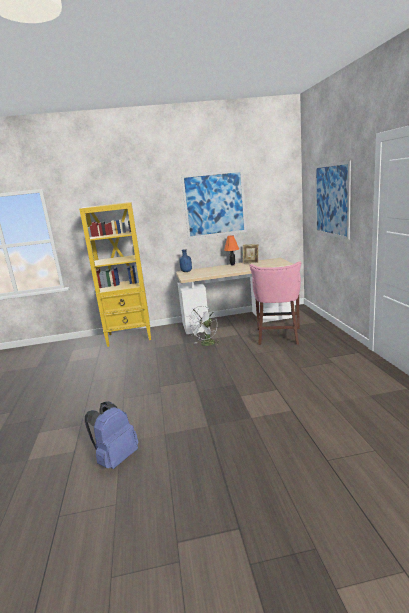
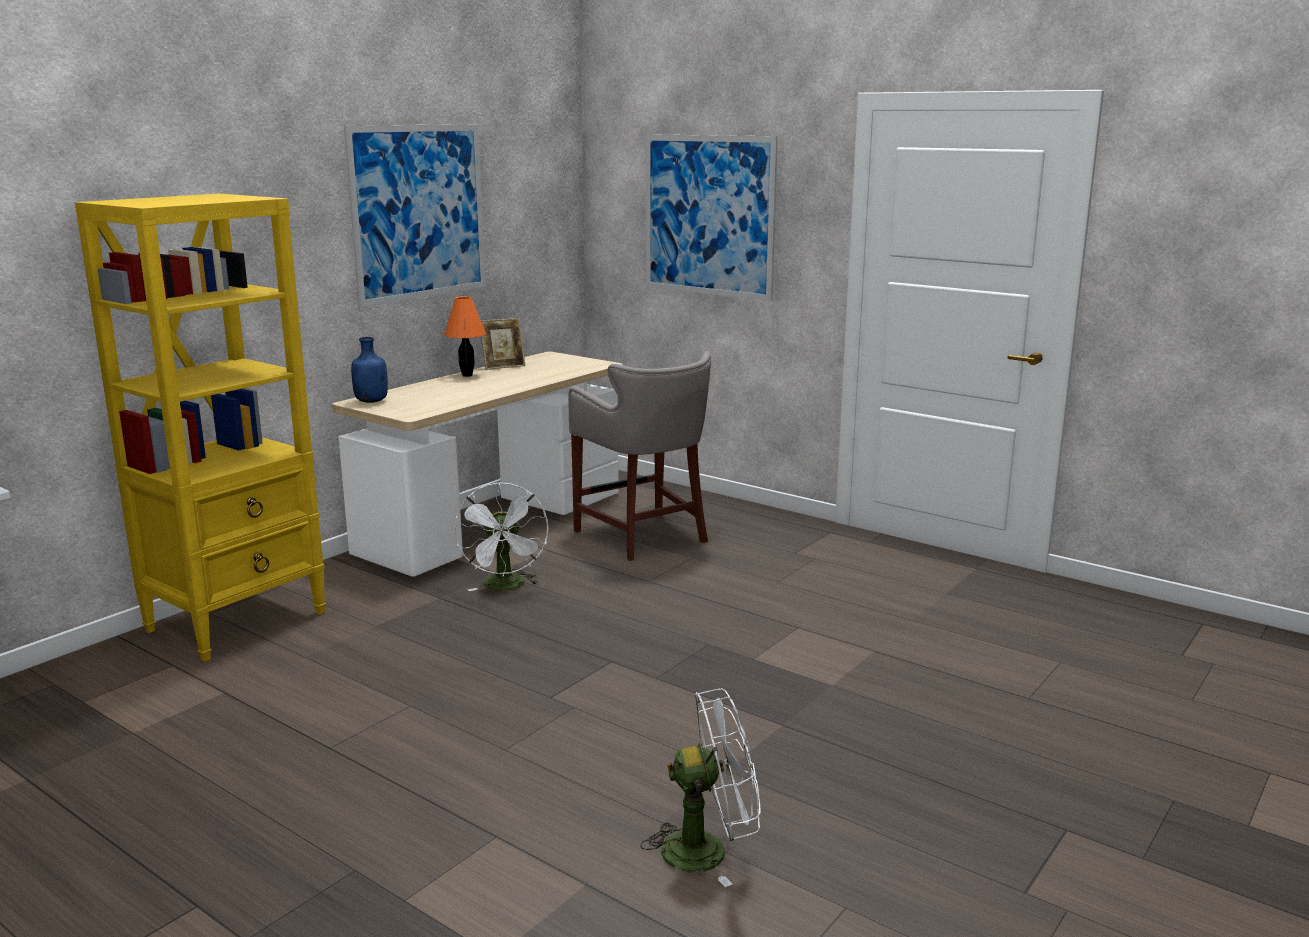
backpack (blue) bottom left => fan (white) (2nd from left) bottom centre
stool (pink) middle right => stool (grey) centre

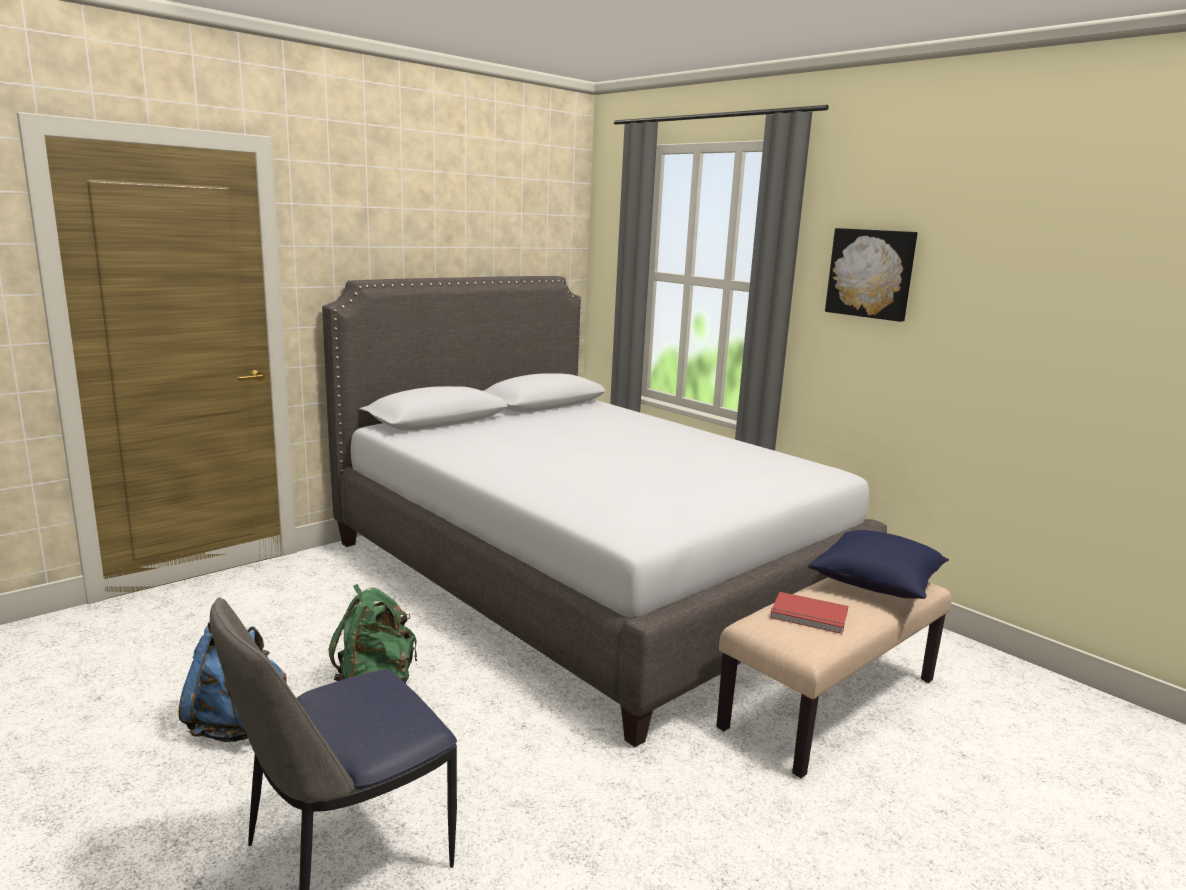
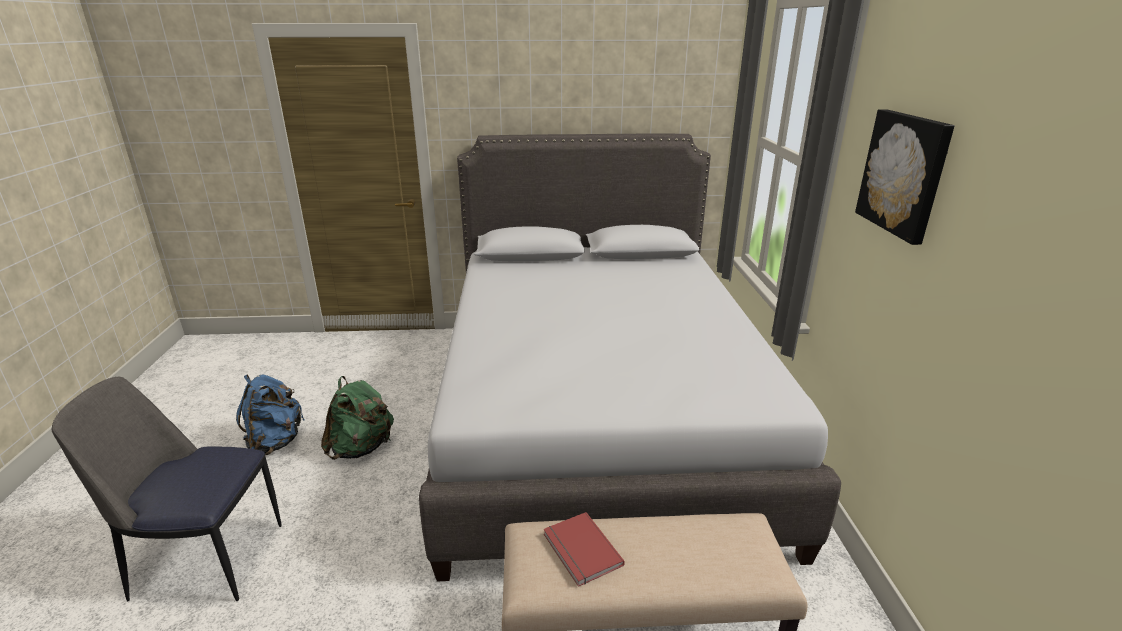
pillow (blue) middle right => nothing

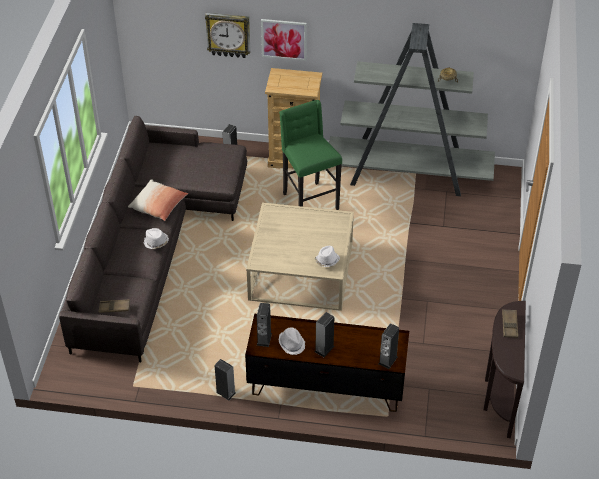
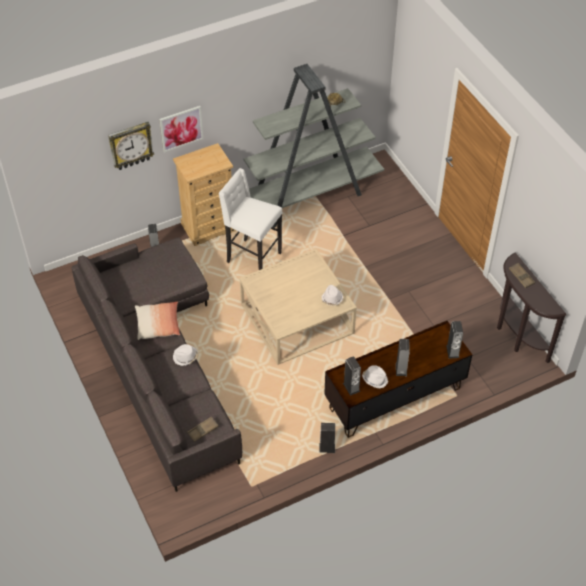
stool (green) top centre => stool (white) centre

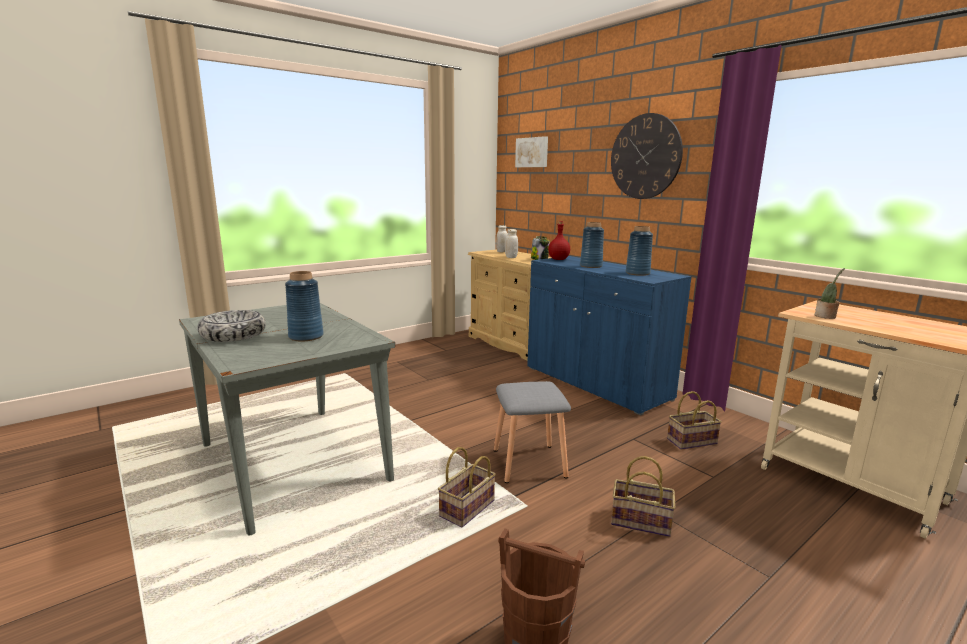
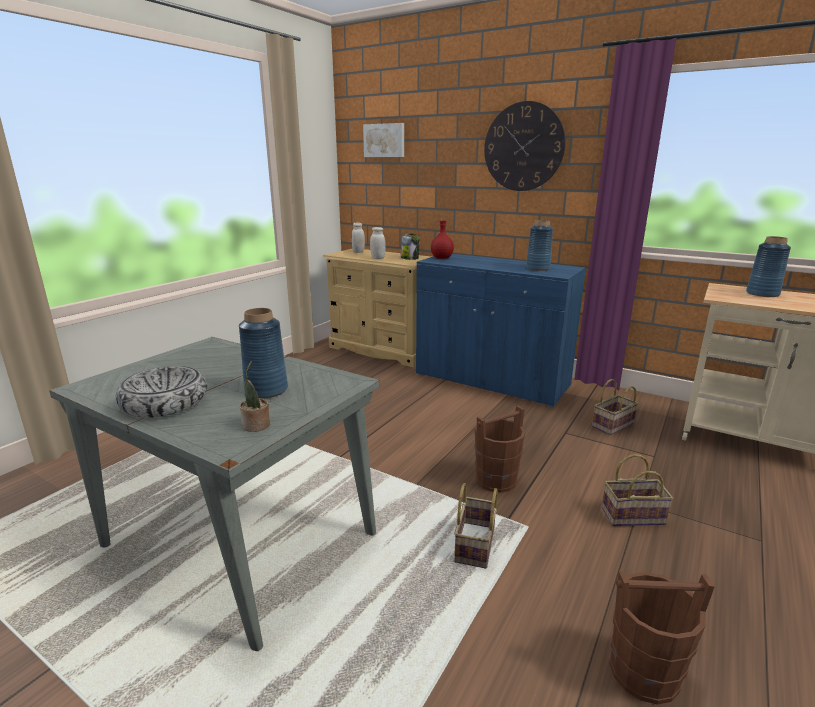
vase (blue) (2nd from left in the first image) centre => vase (blue) (3rd from left) middle right, move
potted plant middle right => potted plant middle left, move
stool (grey) bottom centre => bucket (brown) (1st from left) centre

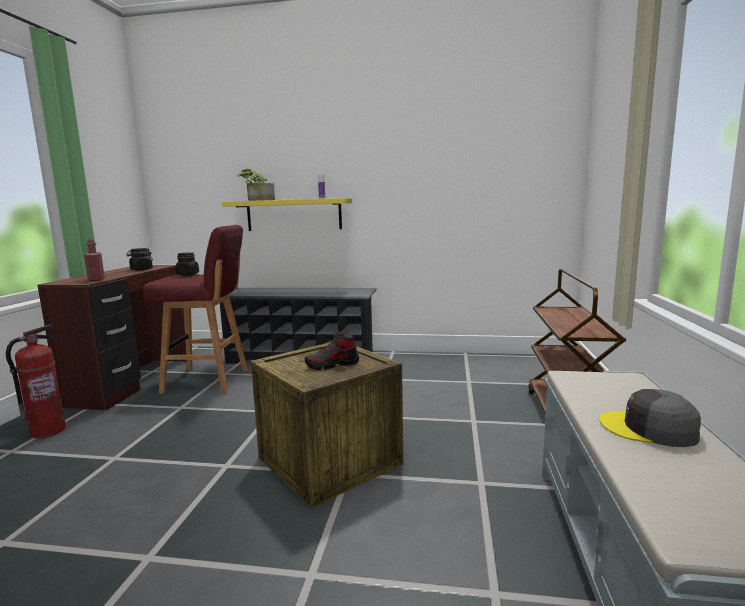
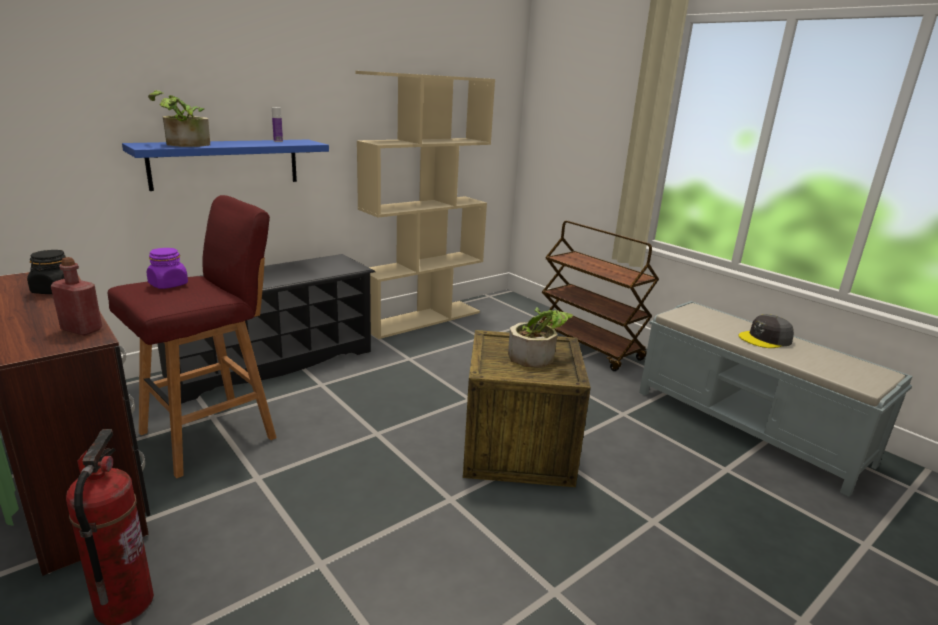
nothing => bookcase (beige) top centre
shoe centre => potted plant (2nd from left) centre
jar (black) (2nd from left) middle left => jar (purple) middle left
shelf (yellow) centre => shelf (blue) top left

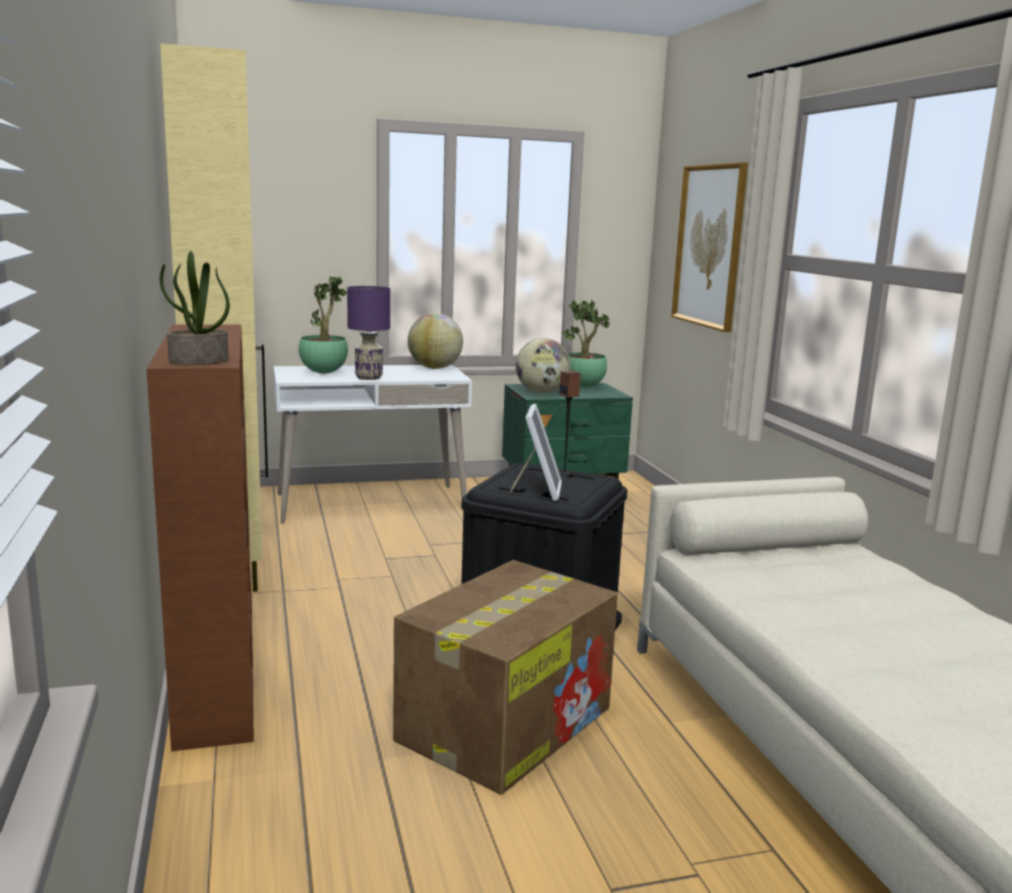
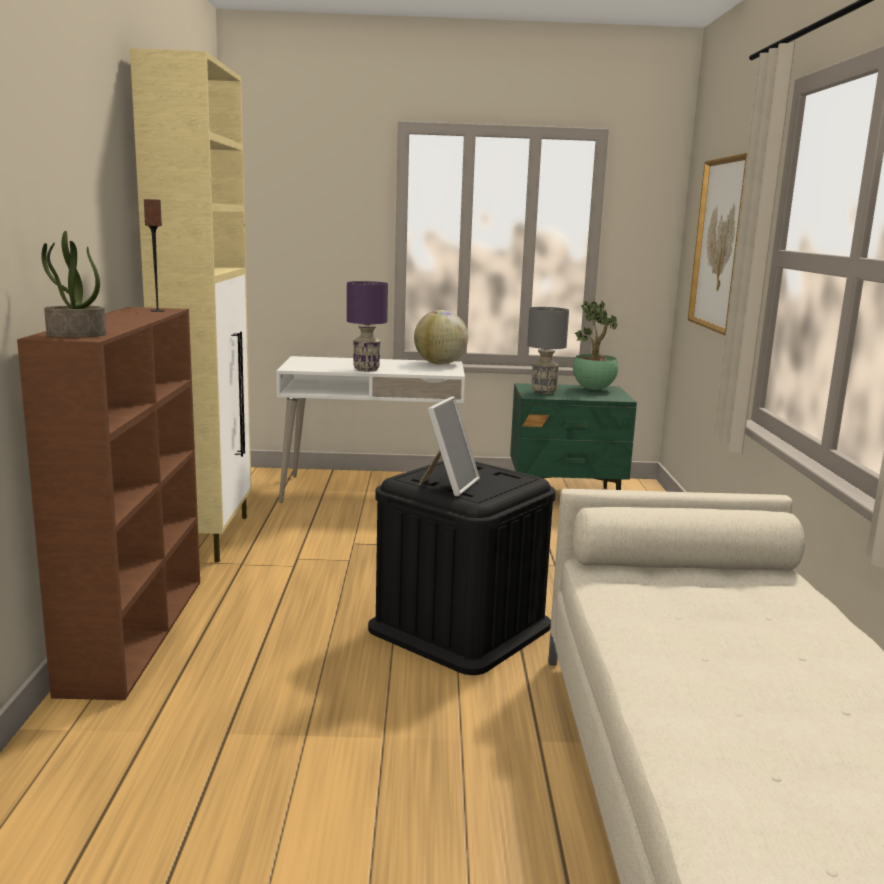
potted plant (2nd from left) middle left => nothing
cardboard box bottom centre => nothing
speaker centre => speaker top left, move
globe (2nd from left) centre => table lamp (grey) centre

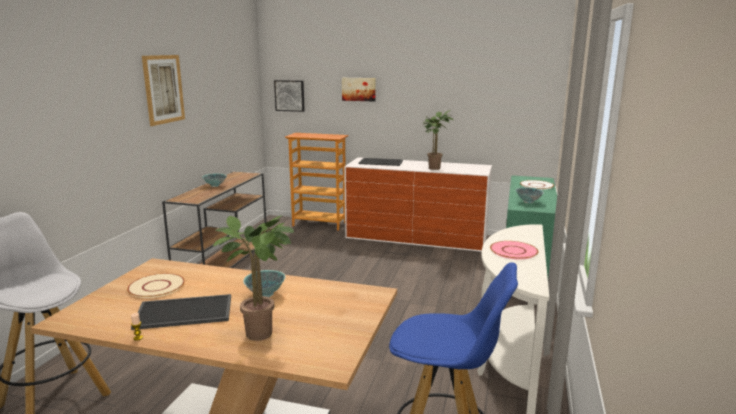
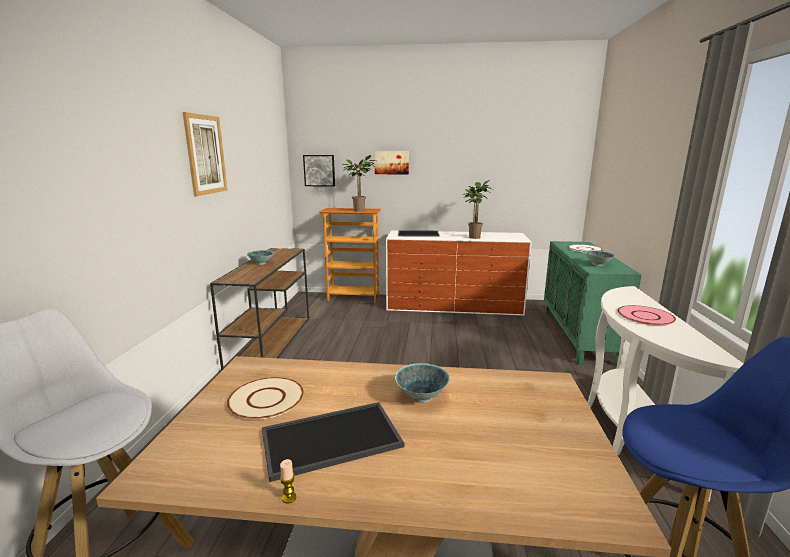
potted plant (1st from left) bottom centre => potted plant (1st from left) top centre, move

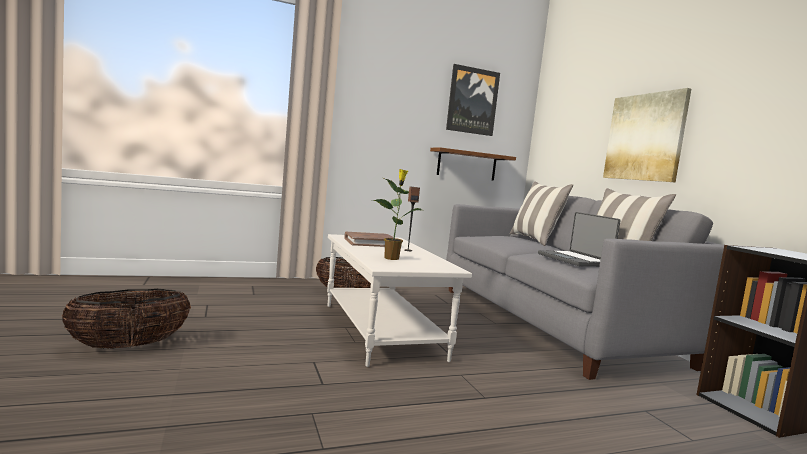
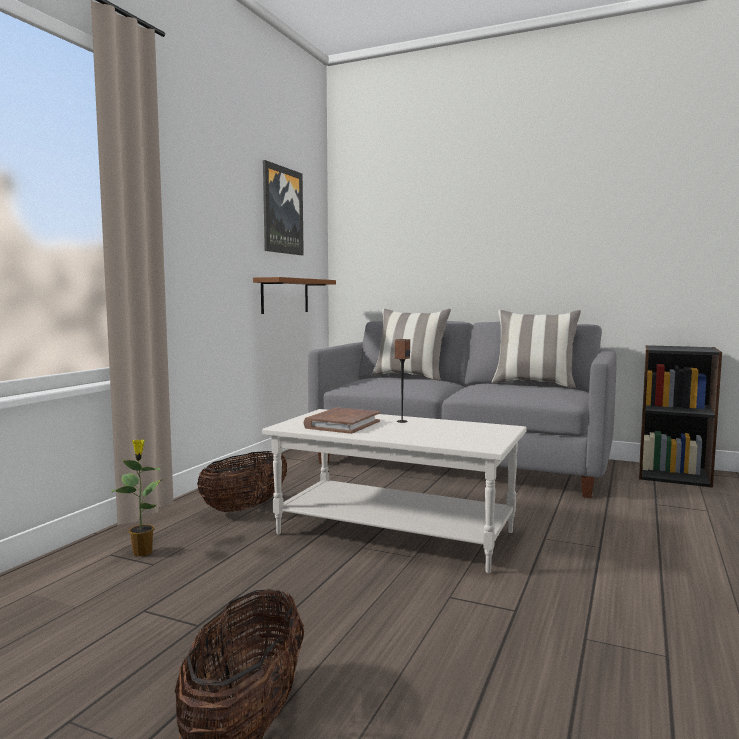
laptop middle right => nothing
picture (2nd from left) top right => nothing
potted plant centre => potted plant bottom left, move

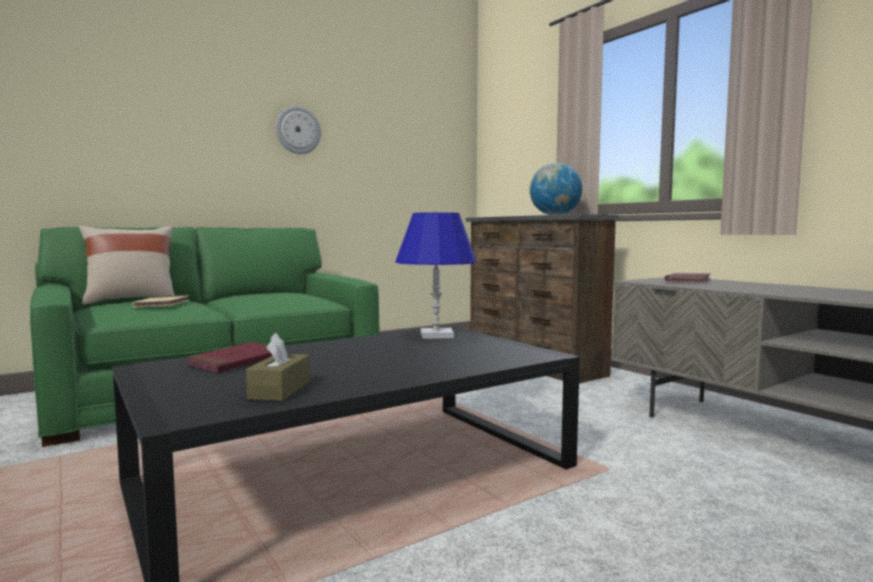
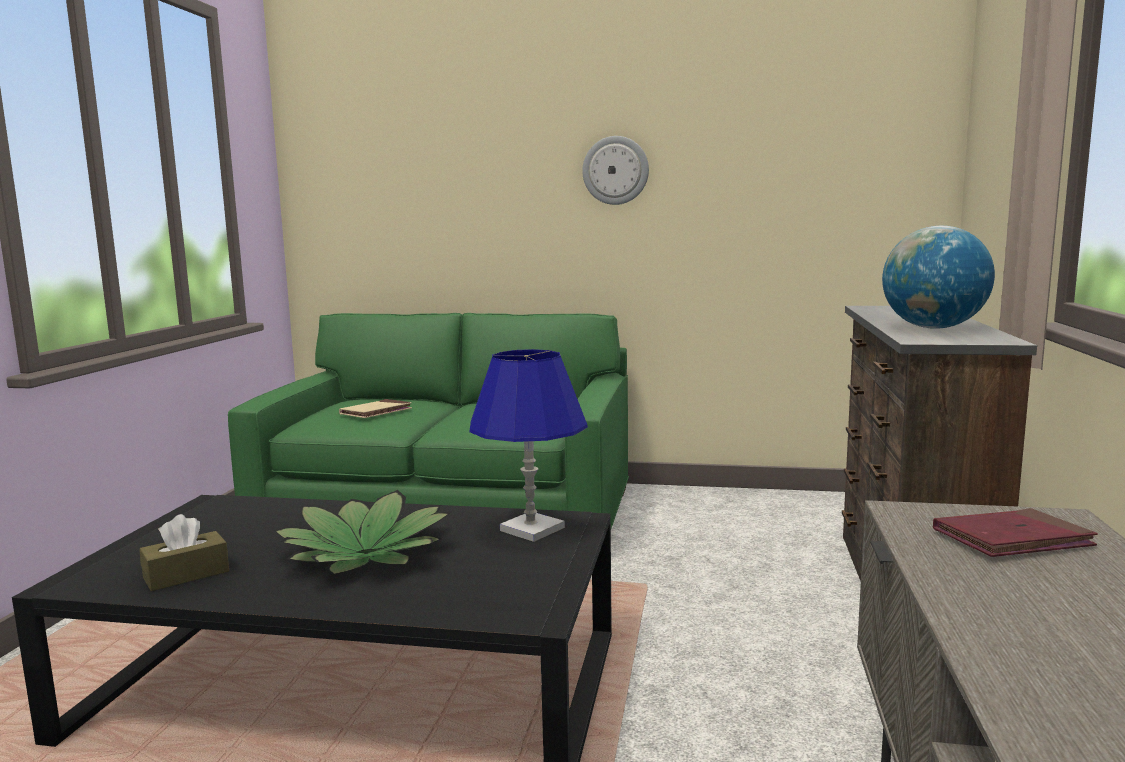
pillow (beige) middle left => nothing
book (red) (1st from left) middle left => nothing
nothing => potted plant bottom left

